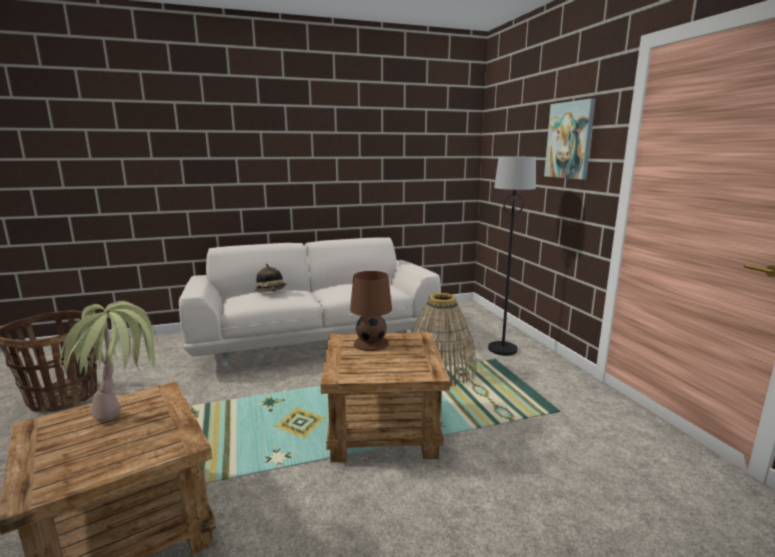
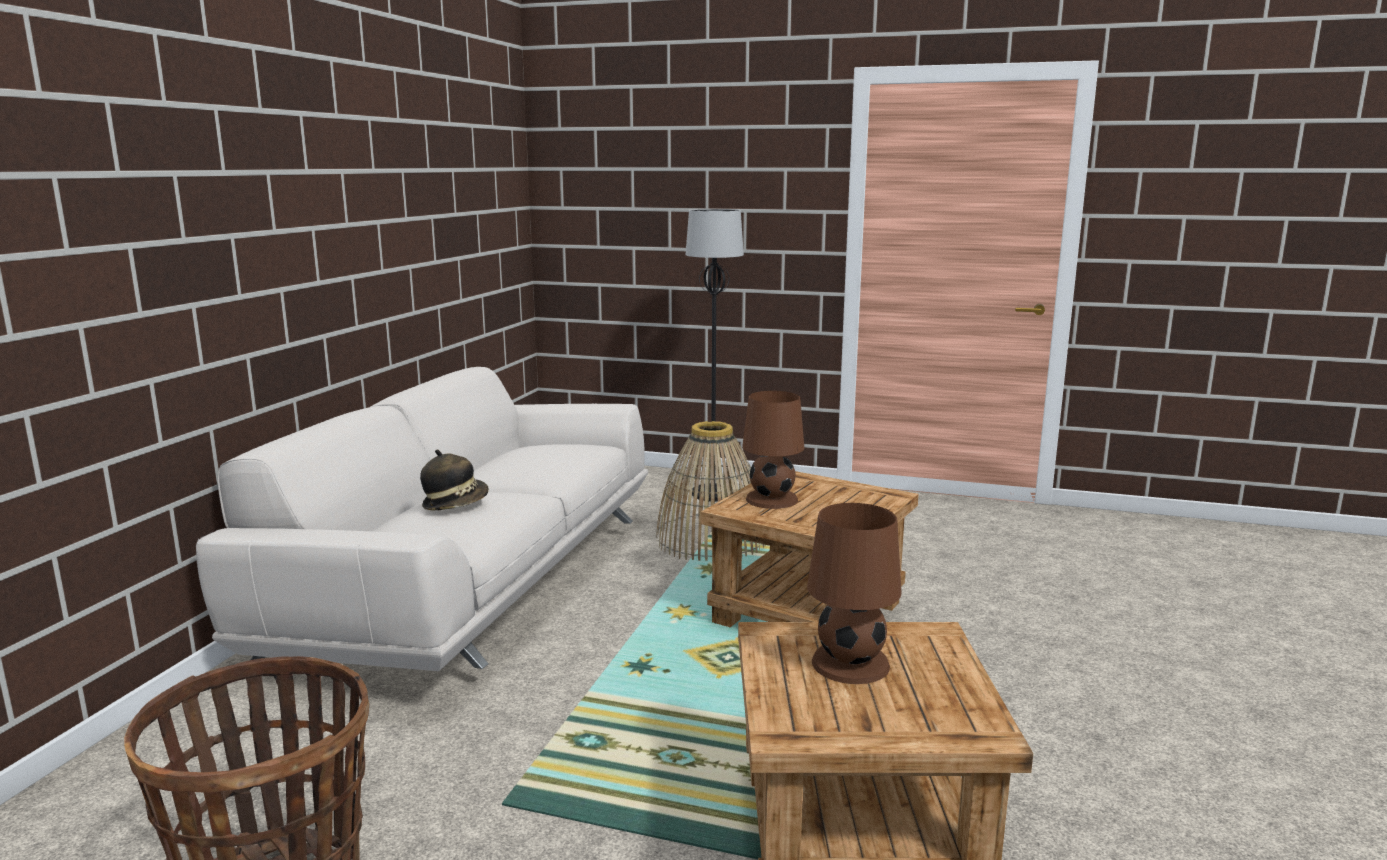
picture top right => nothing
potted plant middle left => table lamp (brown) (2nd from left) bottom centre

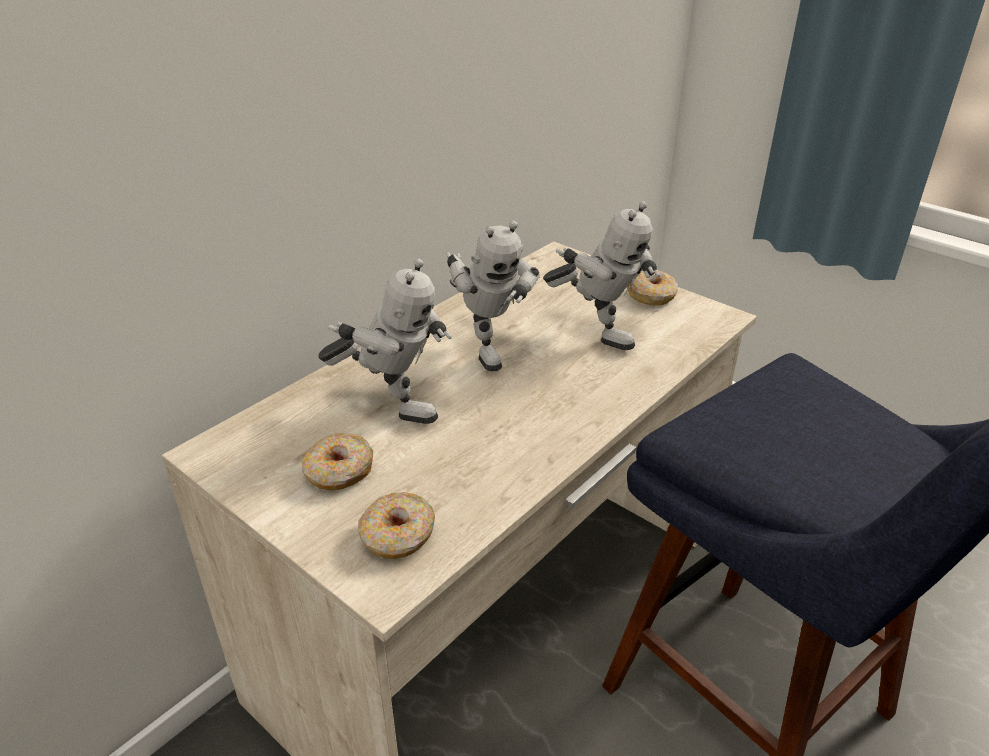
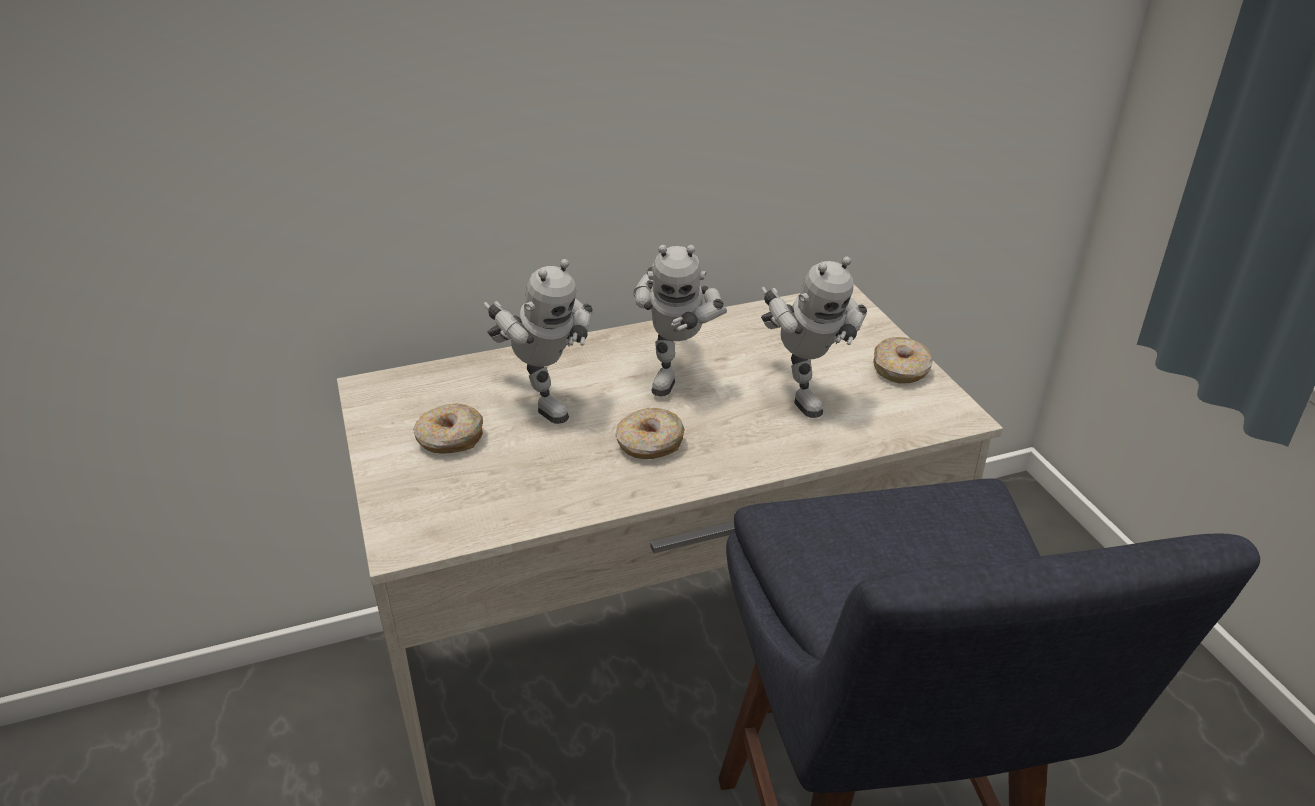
donut (2nd from left) bottom centre => donut (2nd from left) centre, move

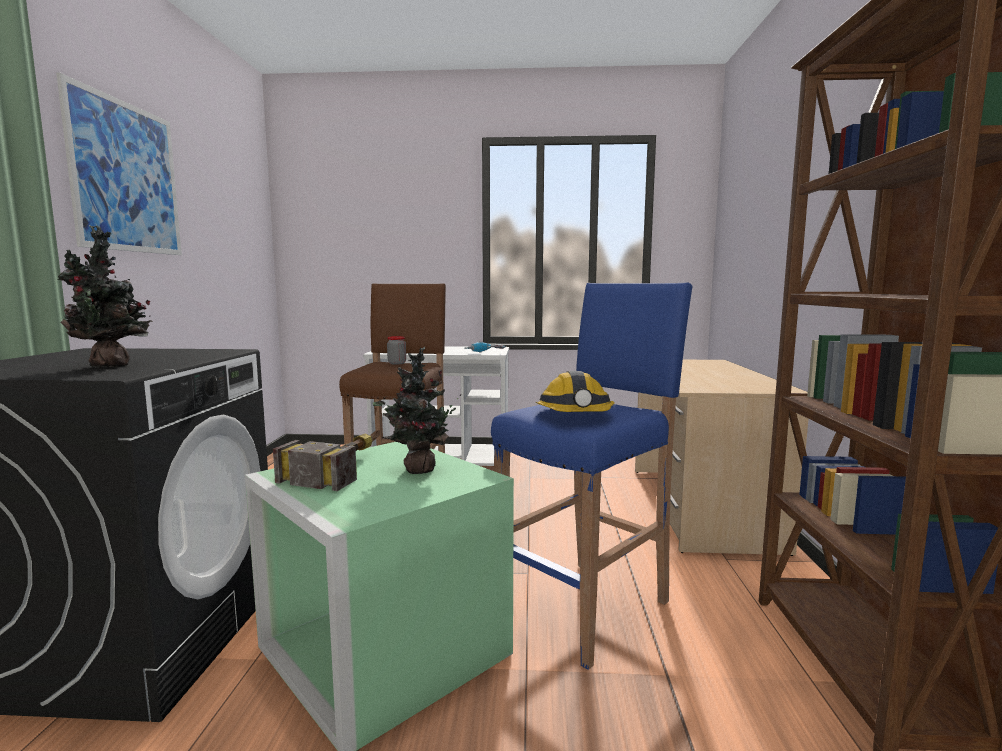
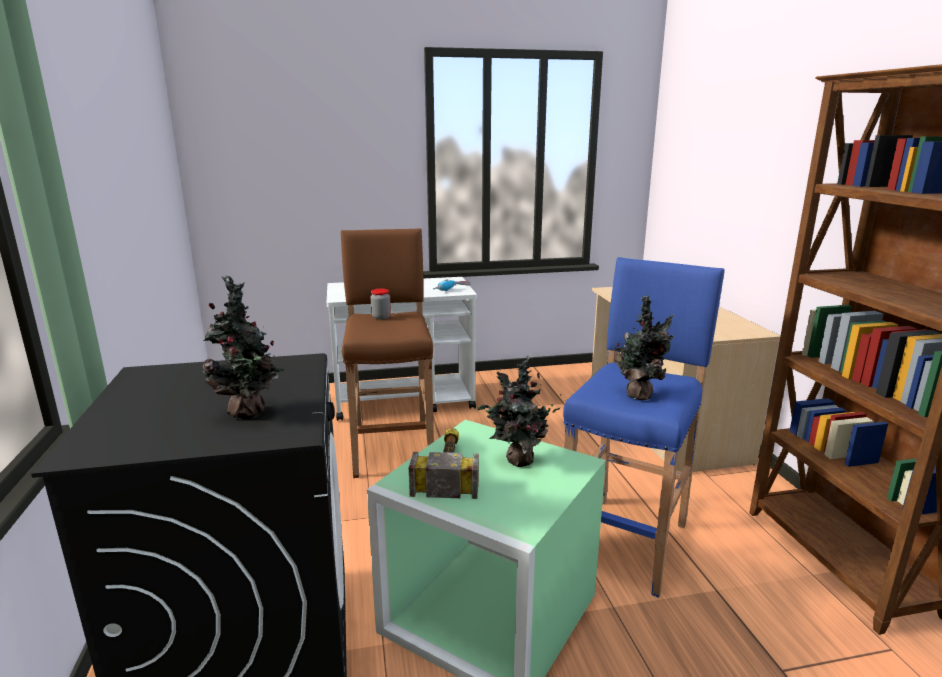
picture top left => nothing
hard hat centre => potted plant (3rd from left) middle right

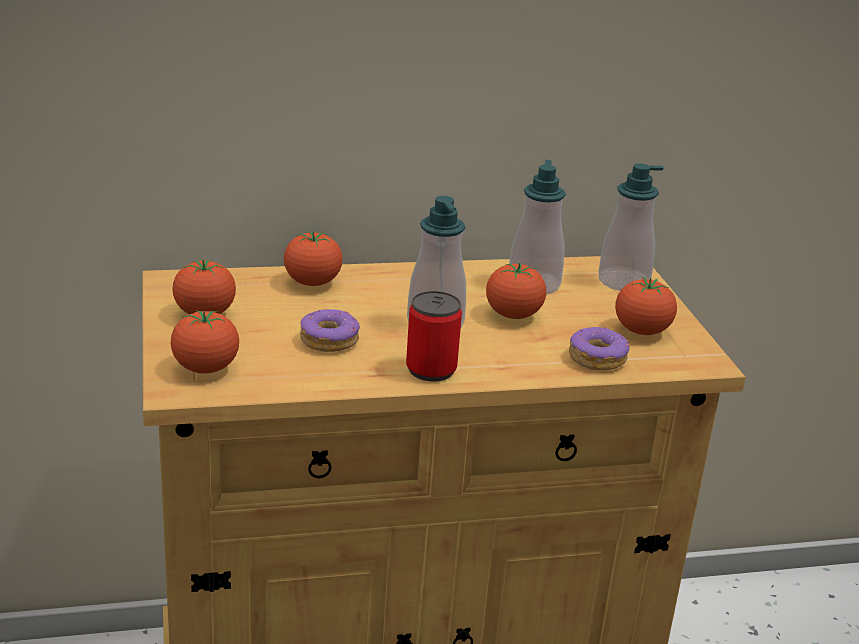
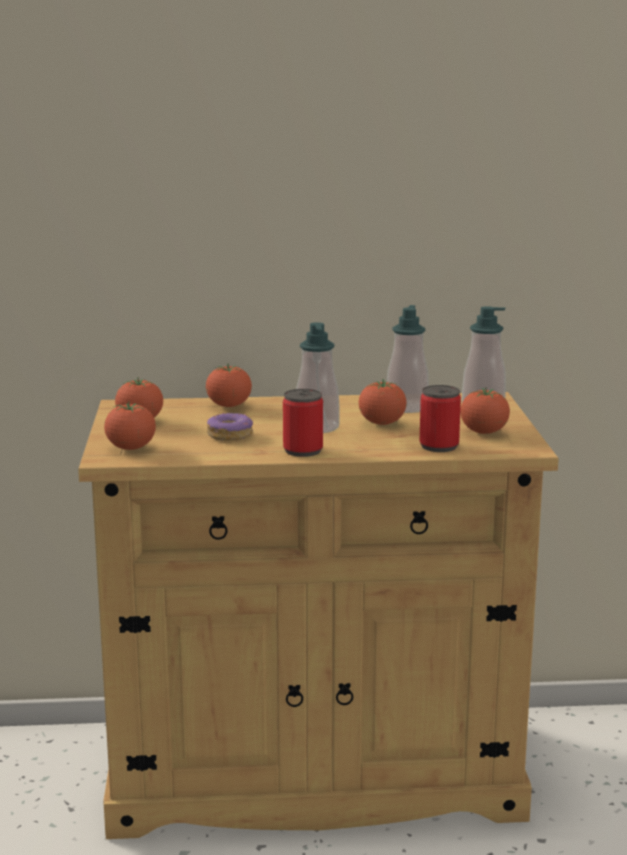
donut (2nd from left) middle right => can (2nd from left) middle right

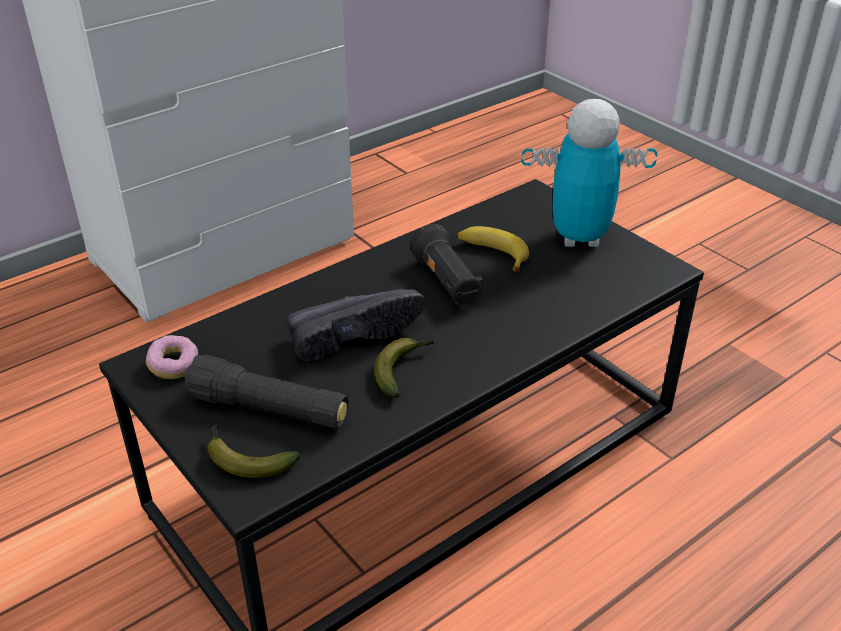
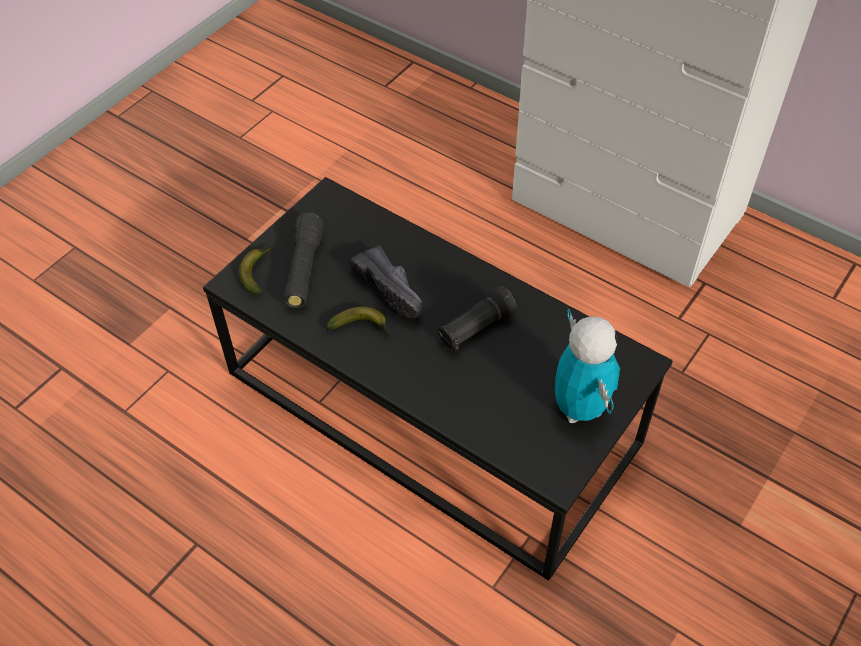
donut middle left => nothing
banana (3rd from left) centre => nothing

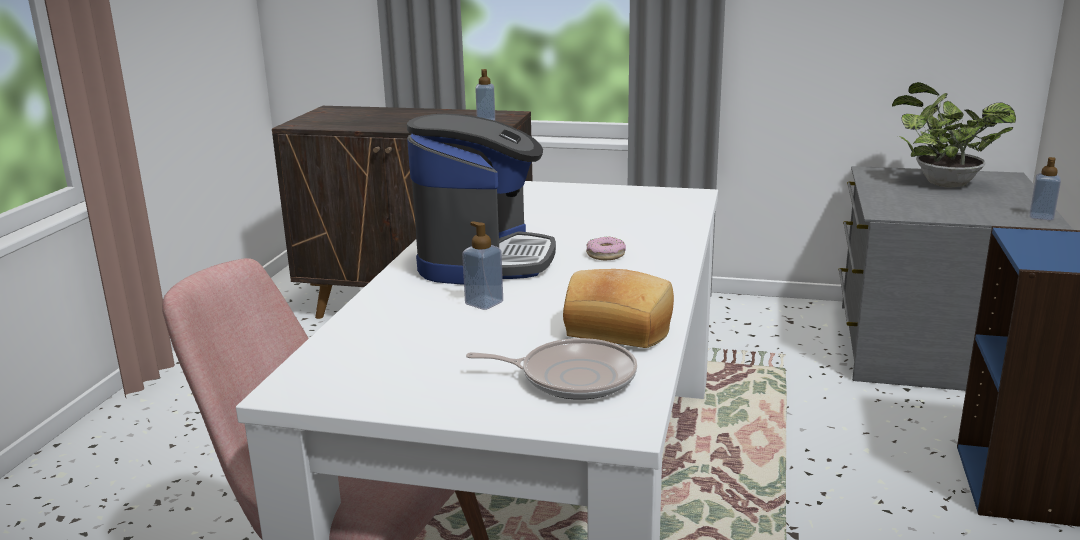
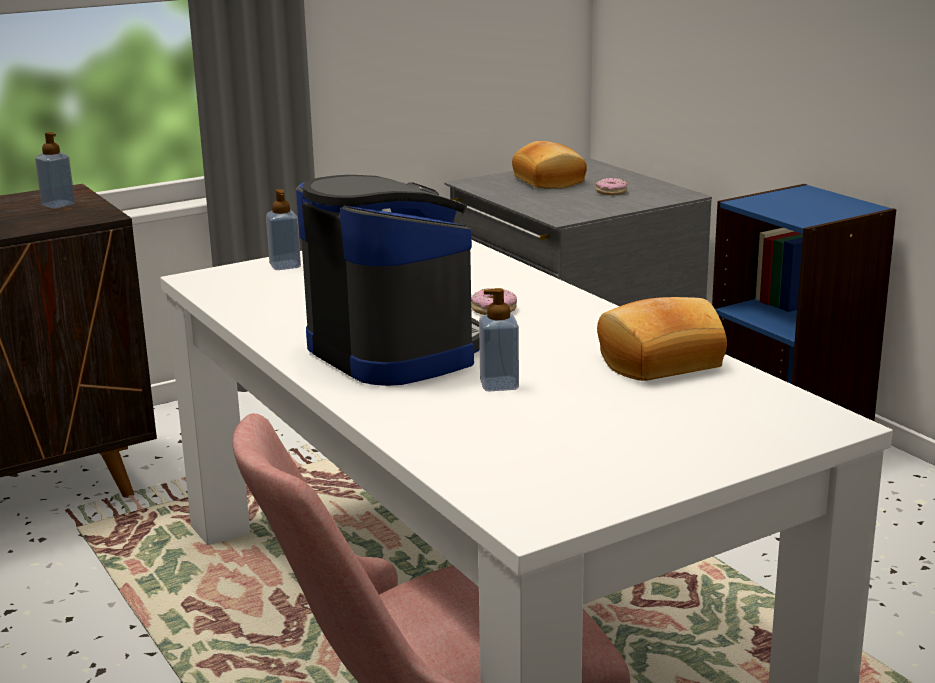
frying pan bottom centre => nothing
nothing => donut (2nd from left) top centre
soap dispenser (3rd from left in the first image) middle right => soap dispenser (2nd from left) middle left, move
potted plant top right => bread (1st from left) top centre

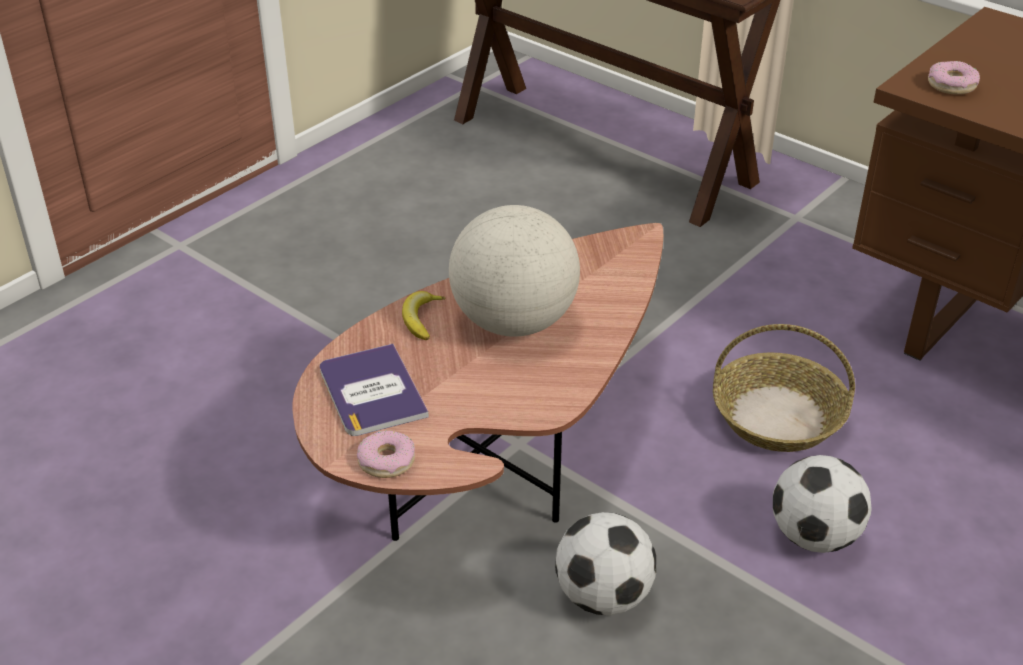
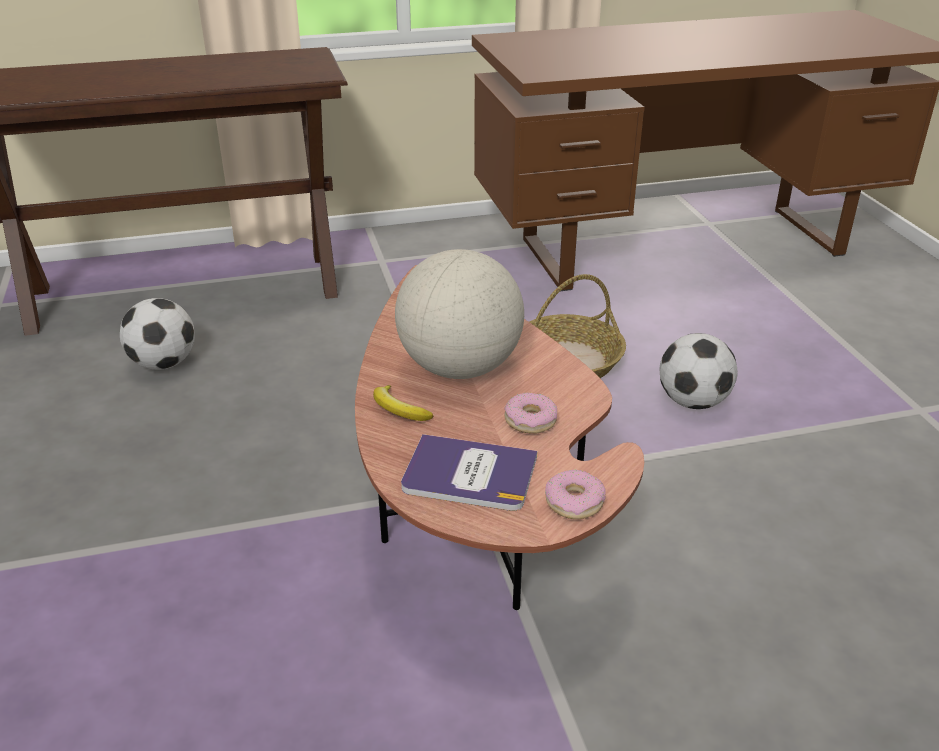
football (1st from left) bottom centre => football (1st from left) middle left, move
donut (2nd from left in the first image) top right => donut (1st from left) centre, move

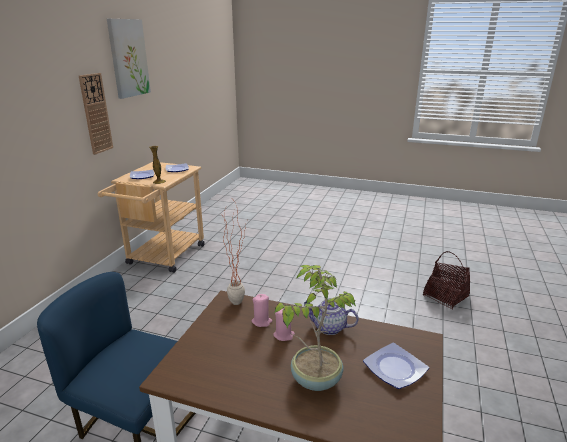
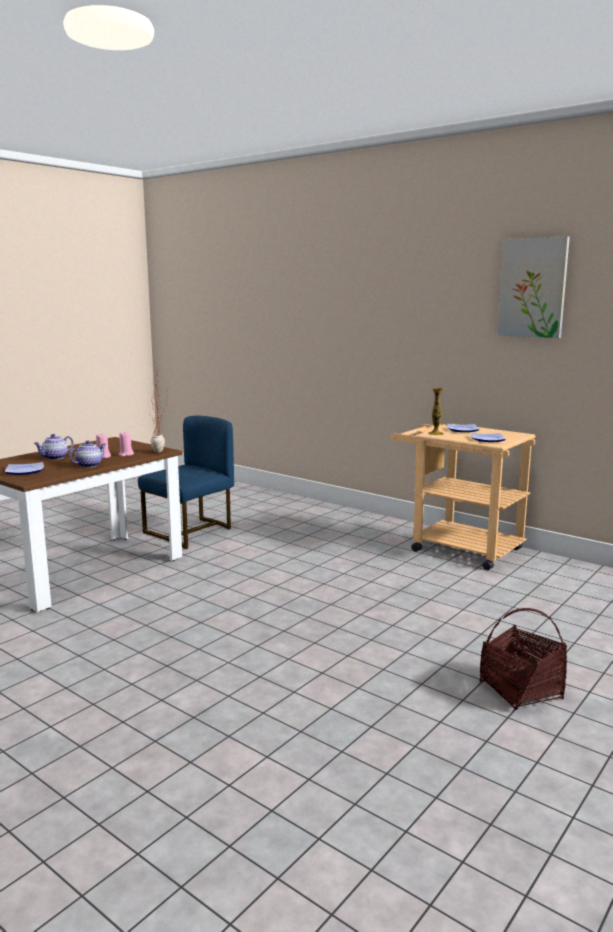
wall clock top left => nothing
basket middle right => basket bottom right, move
potted plant (2nd from left) bottom centre => teapot (1st from left) middle left

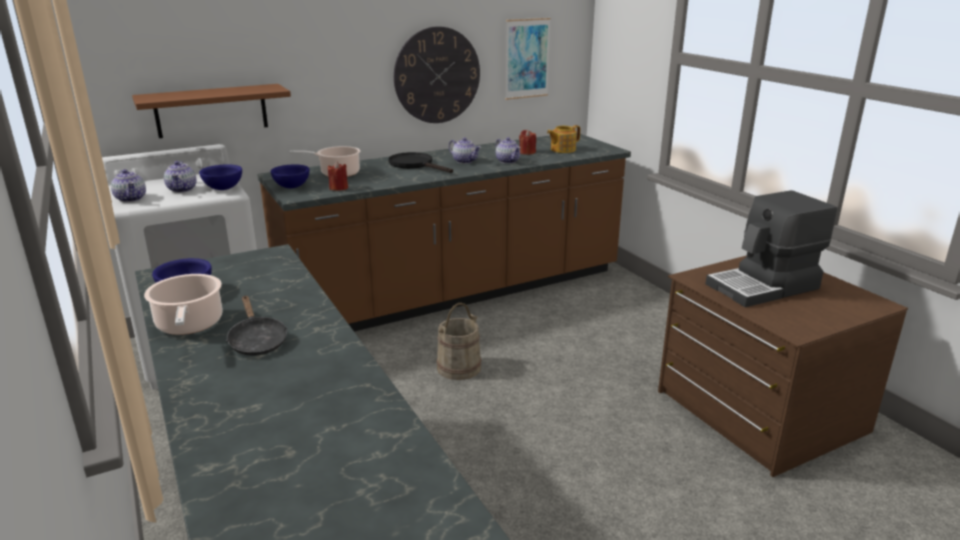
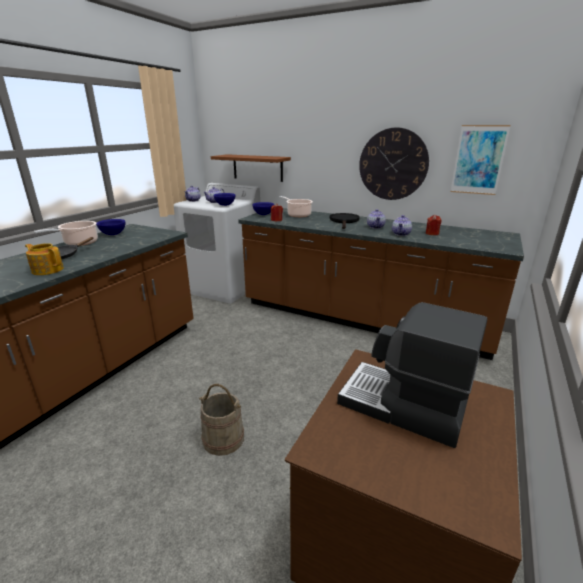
bucket (beige) centre => bucket (beige) bottom centre, move
teapot (5th from left in the first image) top centre => teapot (1st from left) middle left, move

